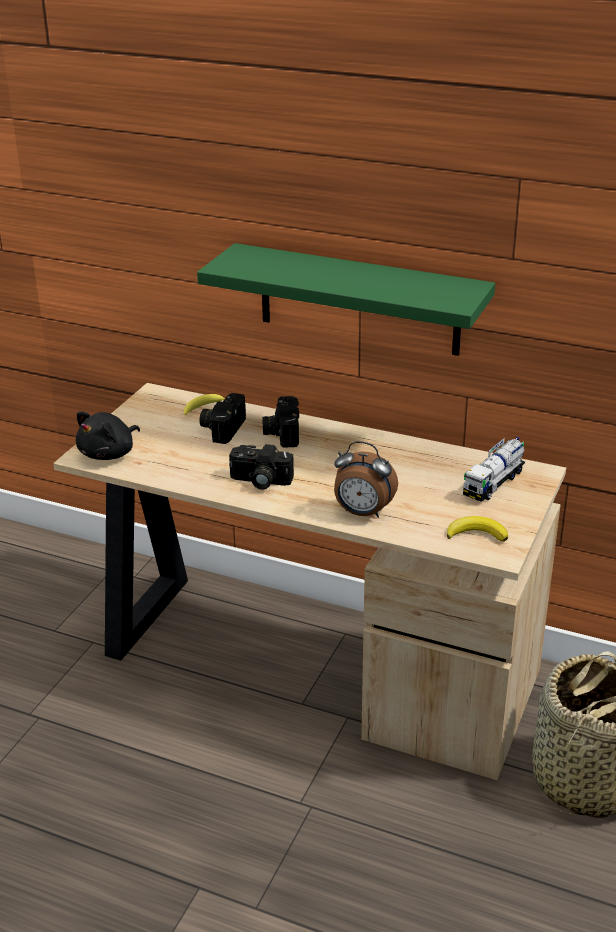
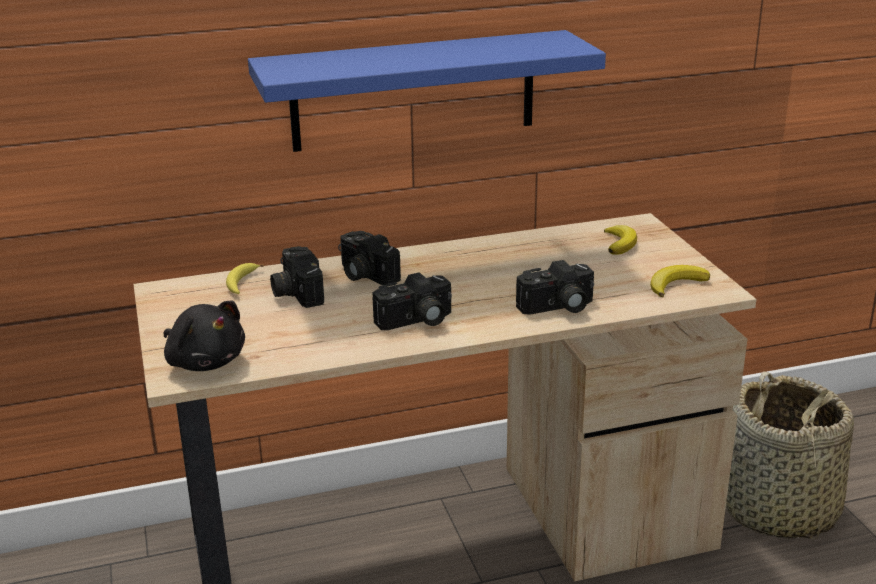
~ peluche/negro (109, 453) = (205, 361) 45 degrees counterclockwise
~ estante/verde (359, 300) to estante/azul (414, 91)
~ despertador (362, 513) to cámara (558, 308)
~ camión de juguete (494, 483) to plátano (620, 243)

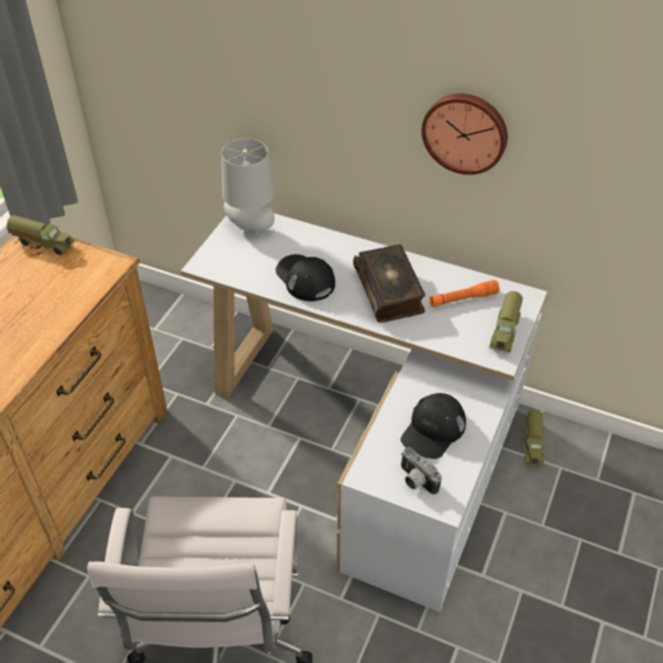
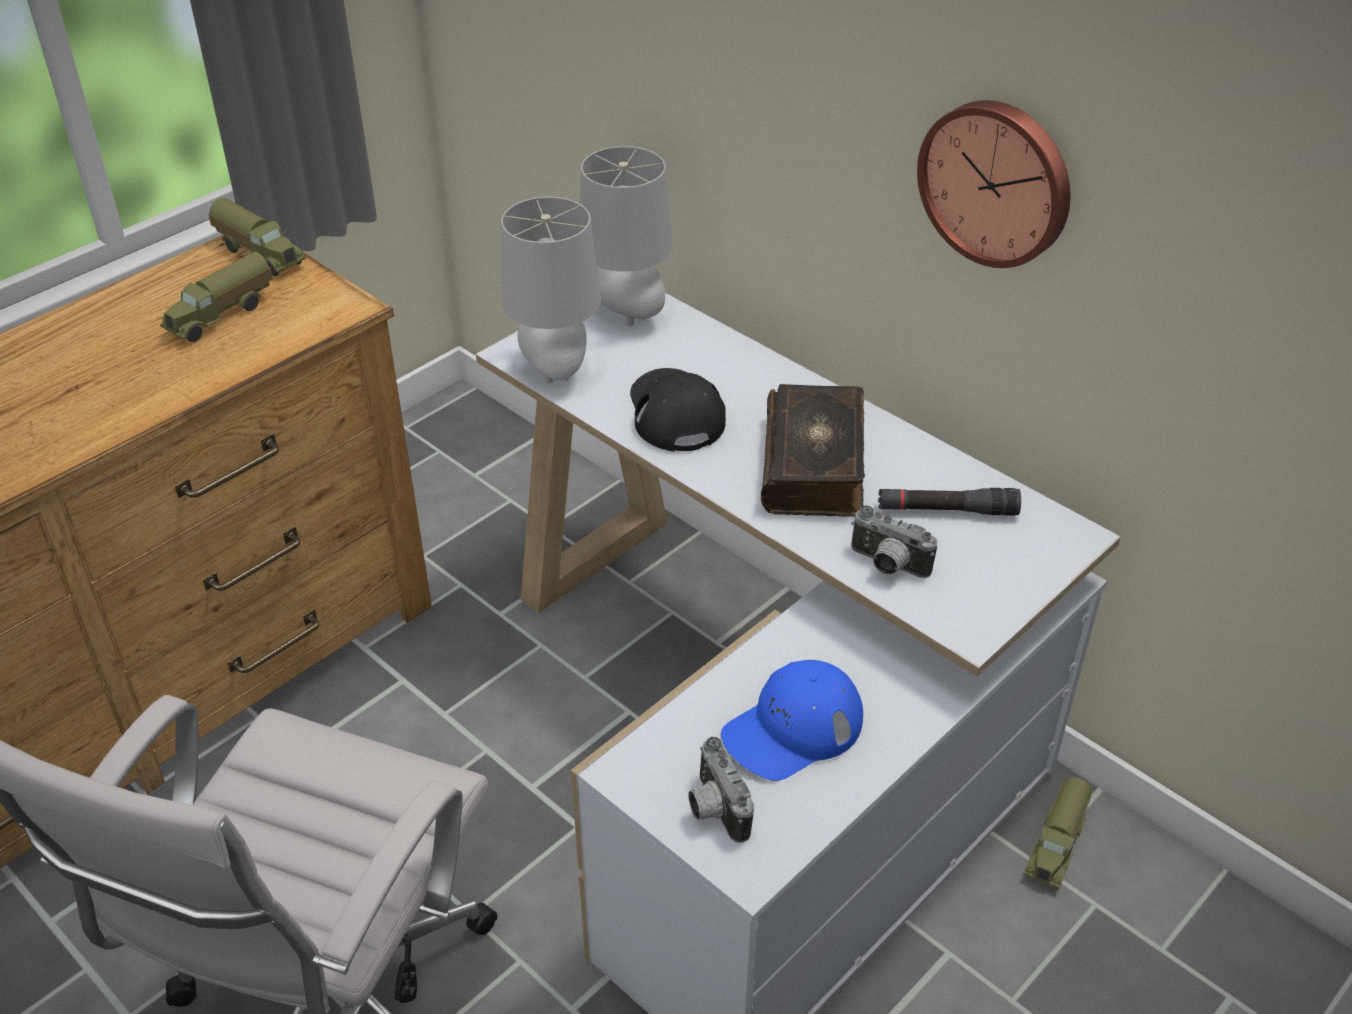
~ camión de juguete (506, 331) to (222, 316)
+ lámpara de mesa/gris (556, 371)
~ gorra/negro (433, 430) to gorra/azul (793, 729)
+ cámara (886, 566)
~ linterna/naranja (463, 299) to linterna/negro (947, 510)

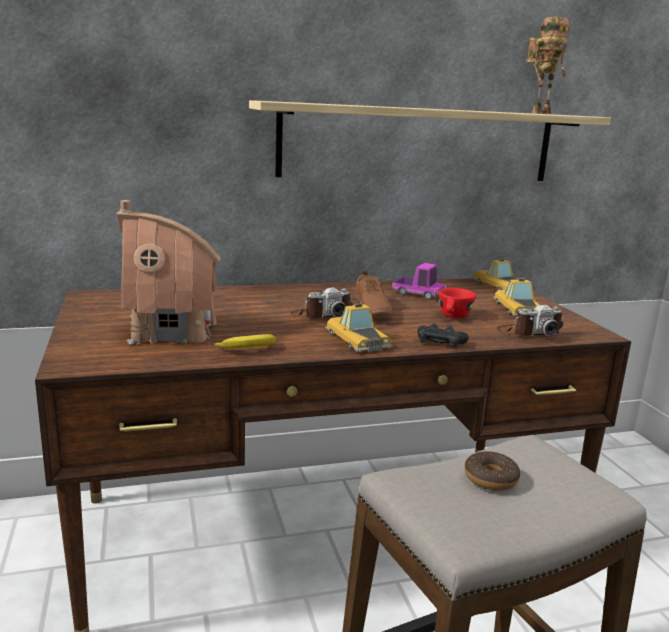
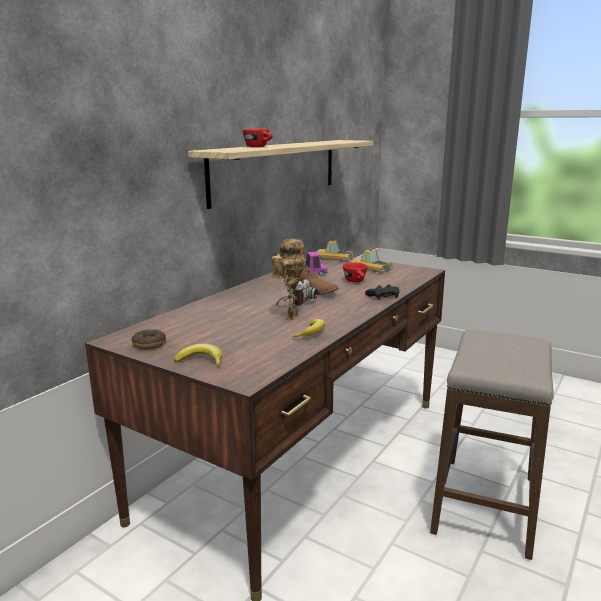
~ rosquilla (490, 478) to (149, 344)
+ plátano (201, 360)
+ taza/rojo (259, 147)
~ robot de juguete (540, 113) to (290, 316)
- casita (171, 331)
- coche de juguete (357, 339)
- cámara (529, 332)

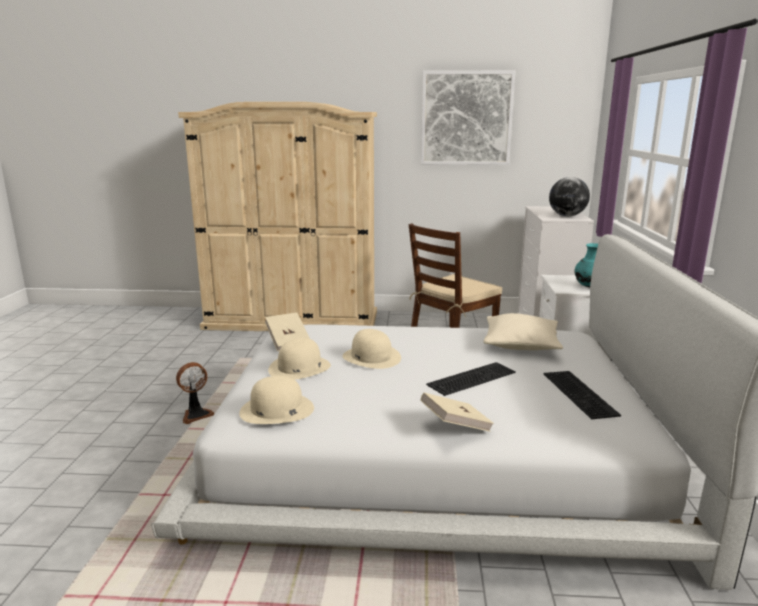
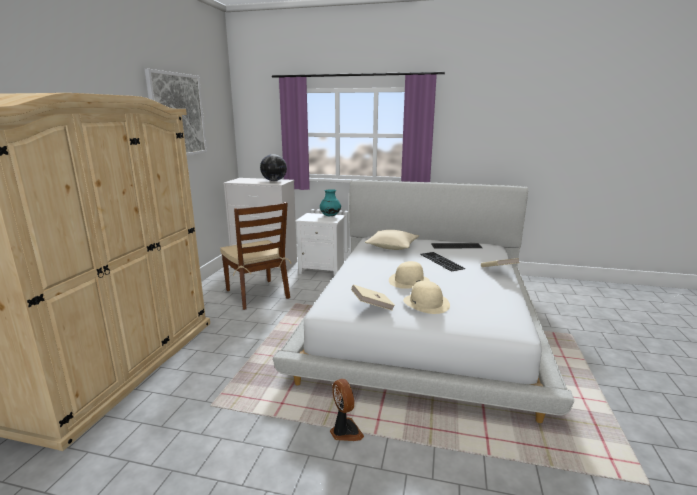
- sombrero/beis (276, 410)

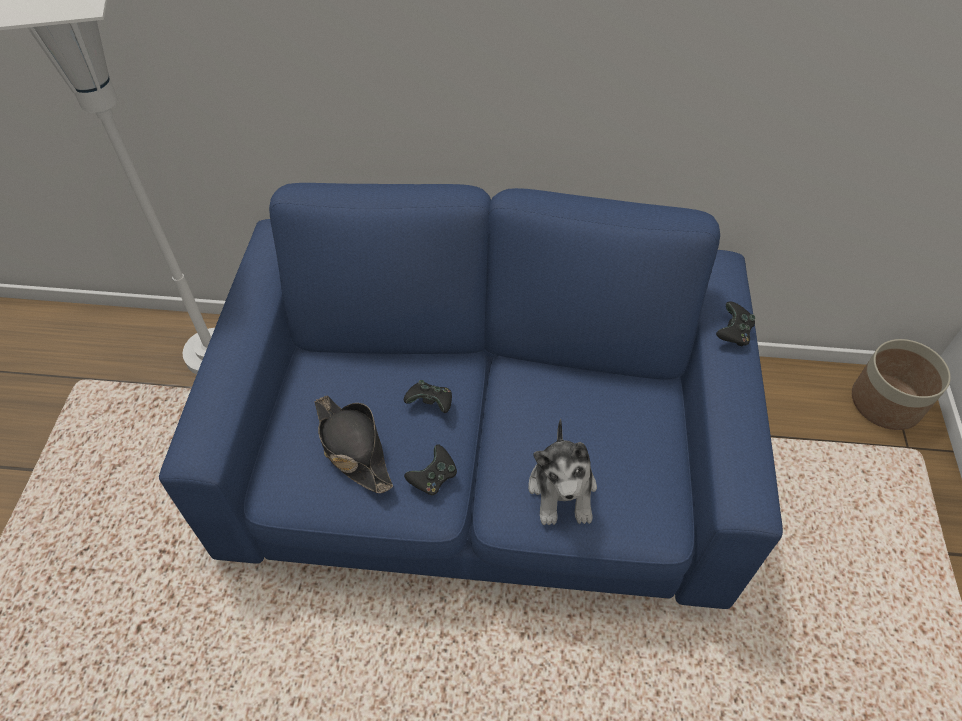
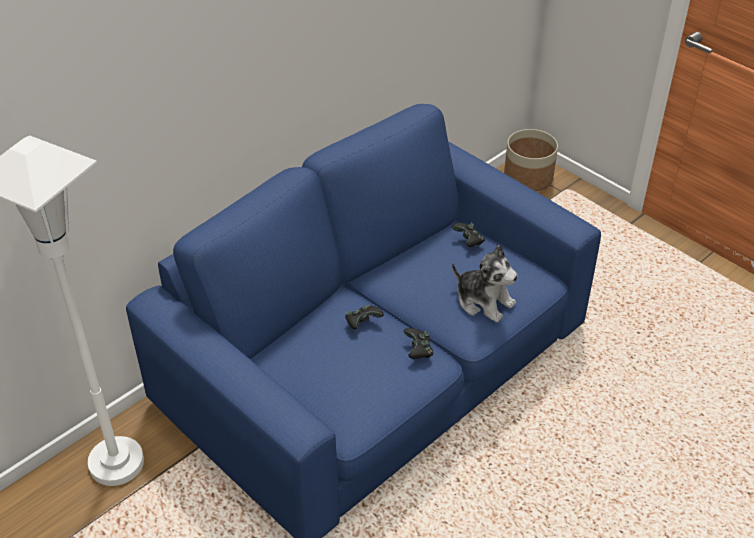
~ mando de consola/negro (733, 333) to (469, 241)
- sombrero/negro (352, 447)

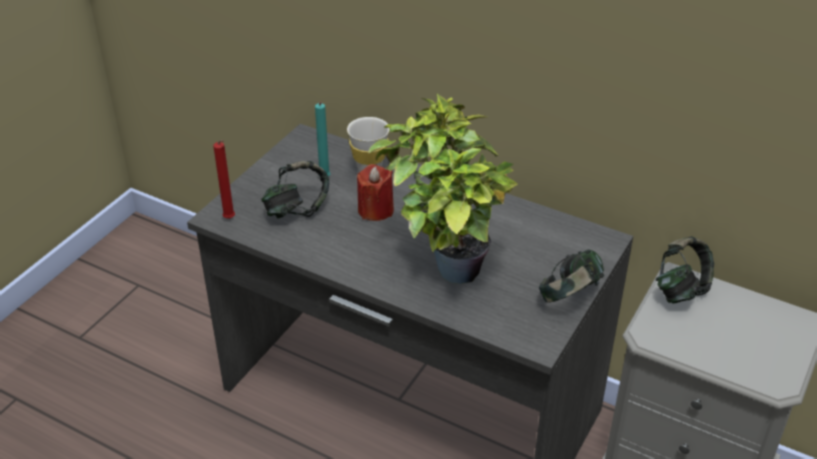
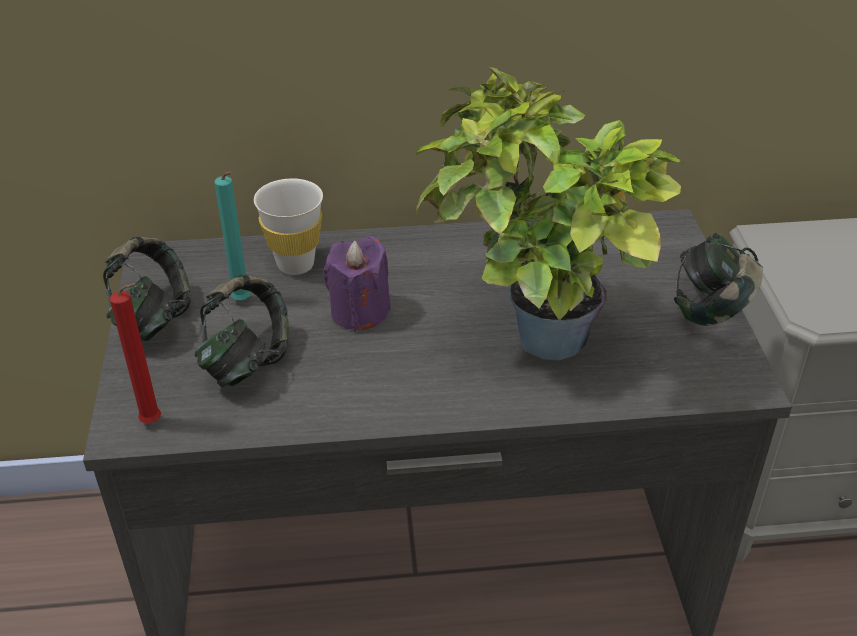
~ auriculares (681, 290) to (152, 318)
~ vela/rojo (375, 210) to vela/morado (359, 312)

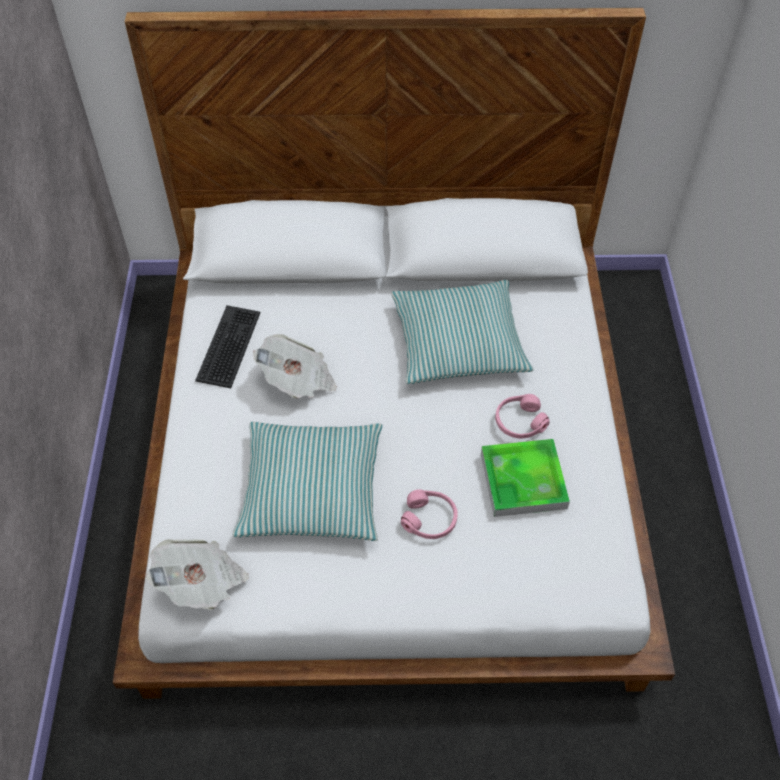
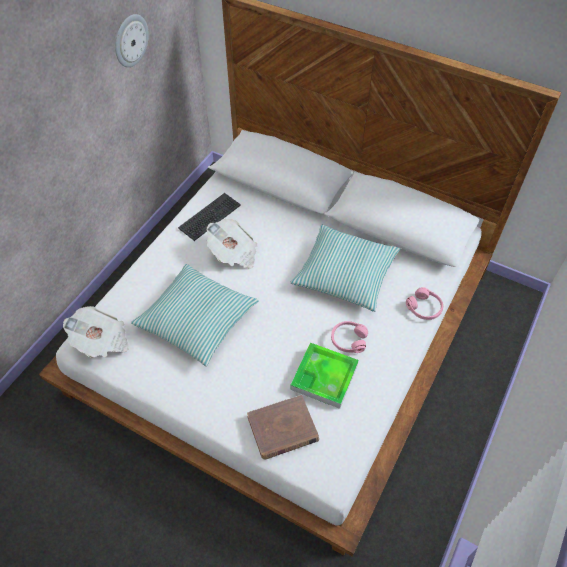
+ reloj de pared (130, 40)
+ libro/marrón (282, 429)
~ auriculares/rosa (429, 519) to (424, 308)

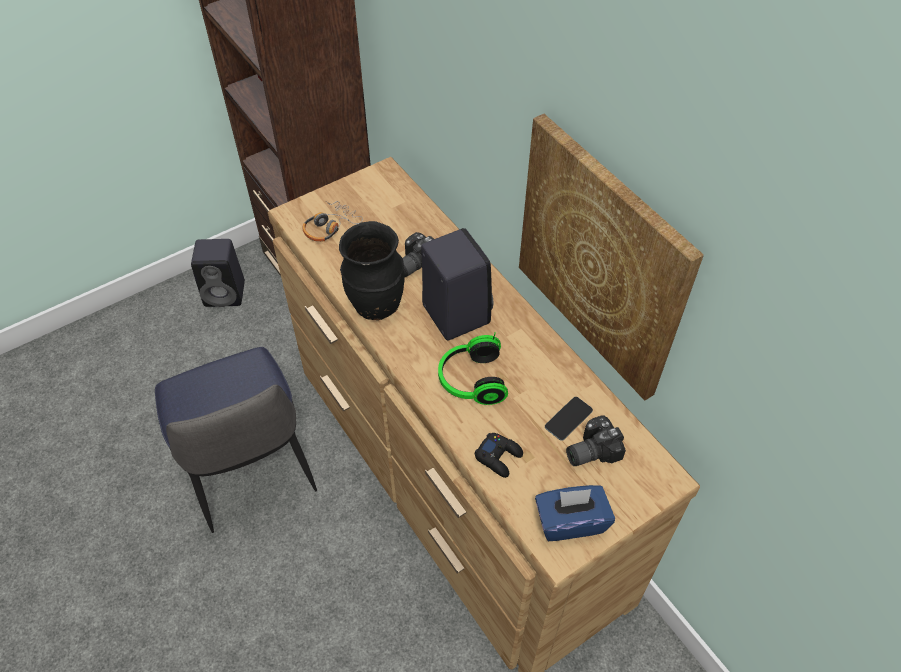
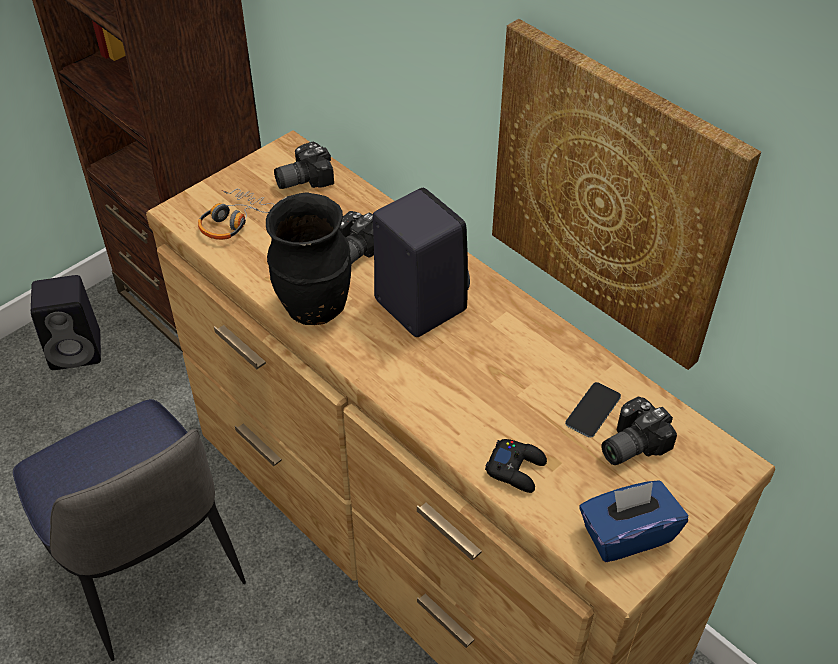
+ cámara (302, 178)
- auriculares (471, 380)

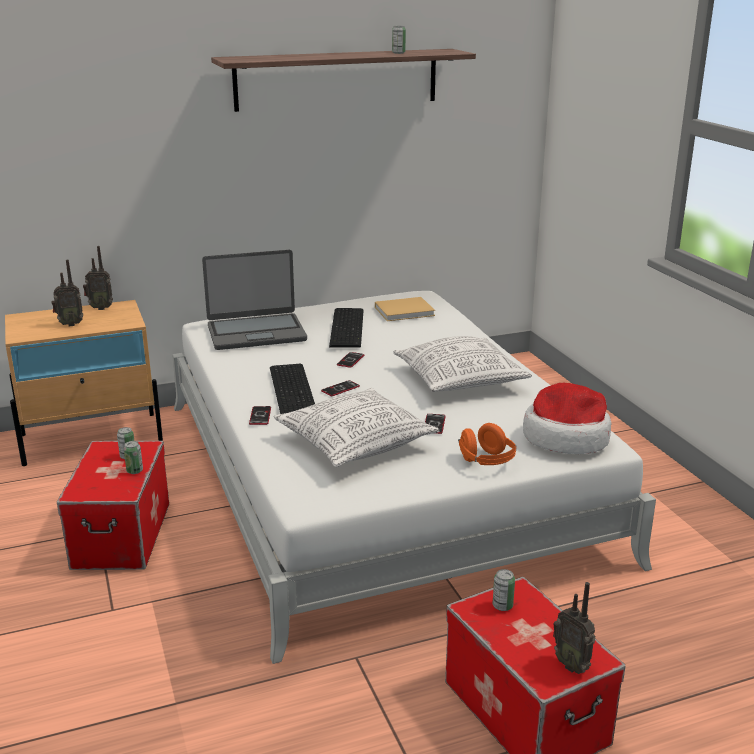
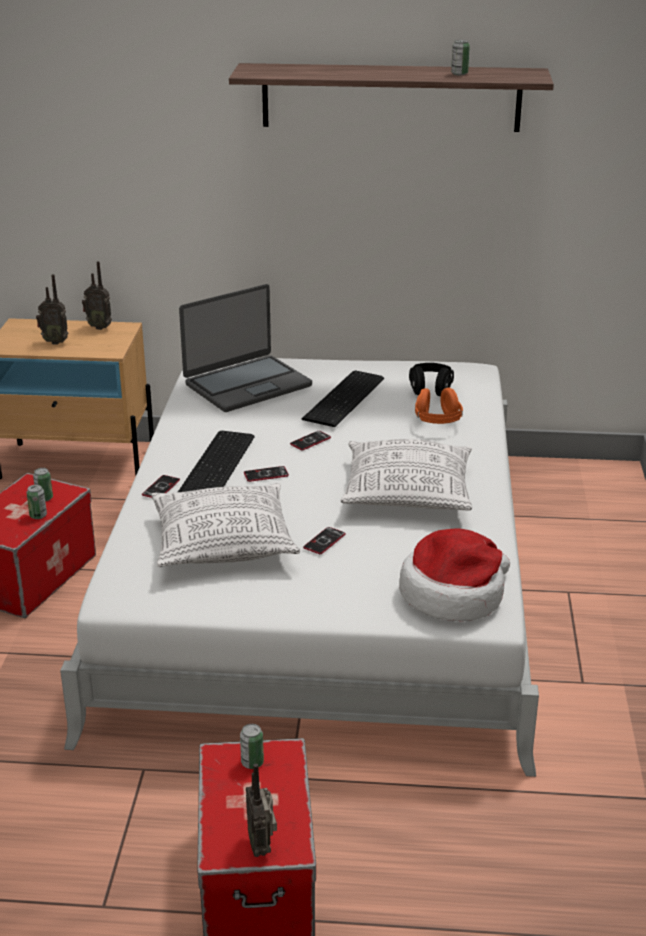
~ portátil (256, 333) = (247, 384) 45 degrees counterclockwise
~ libro/beis (406, 311) to auriculares/negro (430, 389)
~ auriculares/naranja (486, 461) to (437, 421)

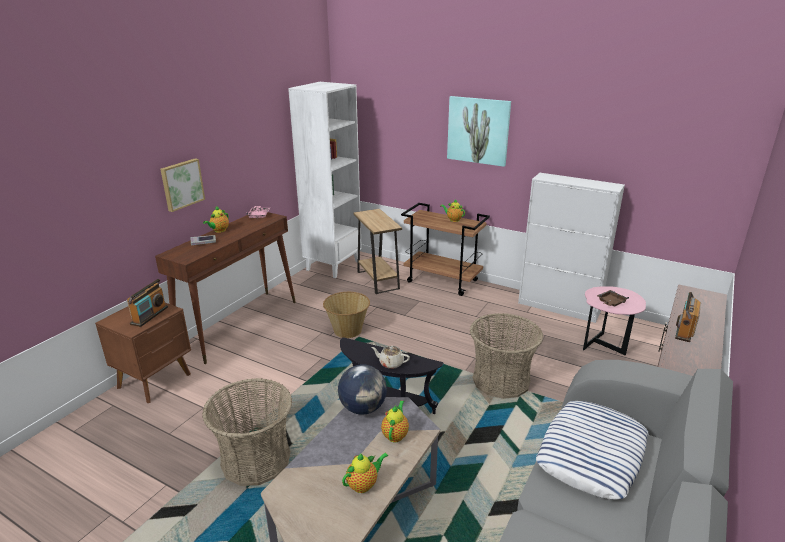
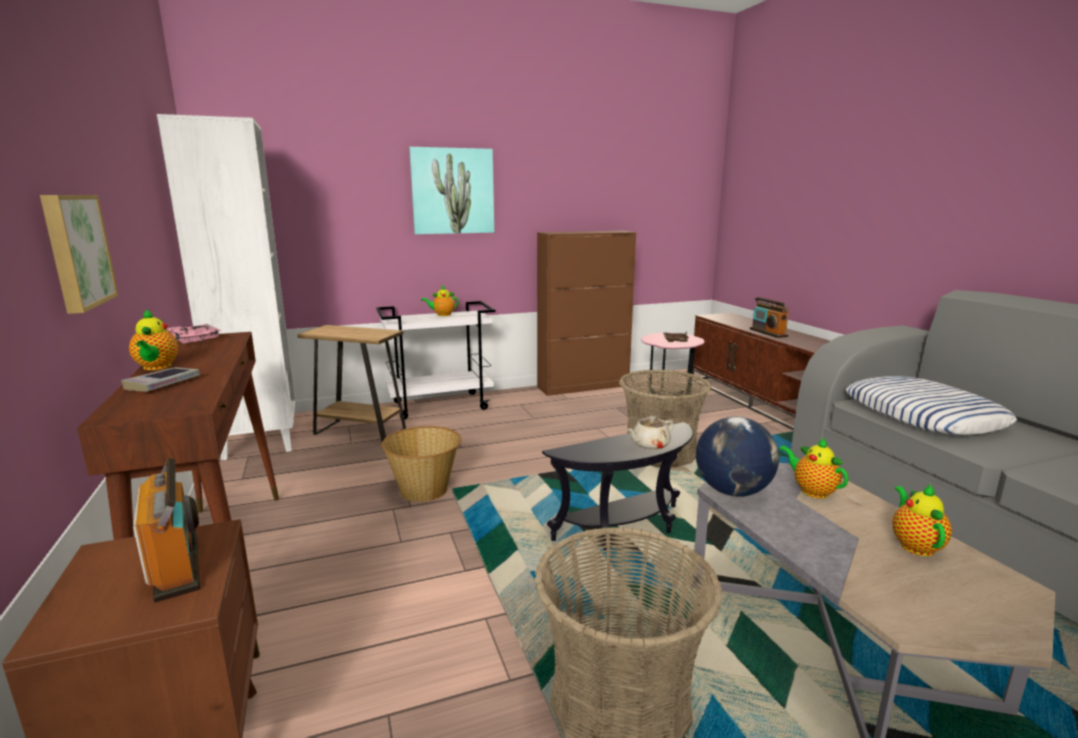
~ carrito/marrón (443, 281) to carrito/blanco (441, 405)
~ armario/blanco (559, 307) to armario/marrón (584, 386)

